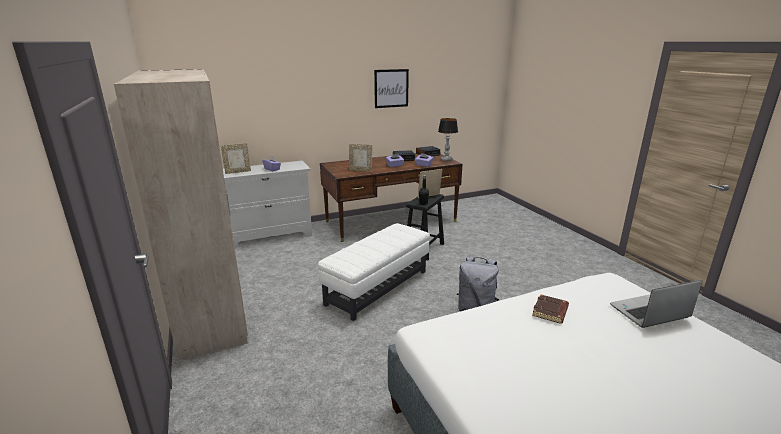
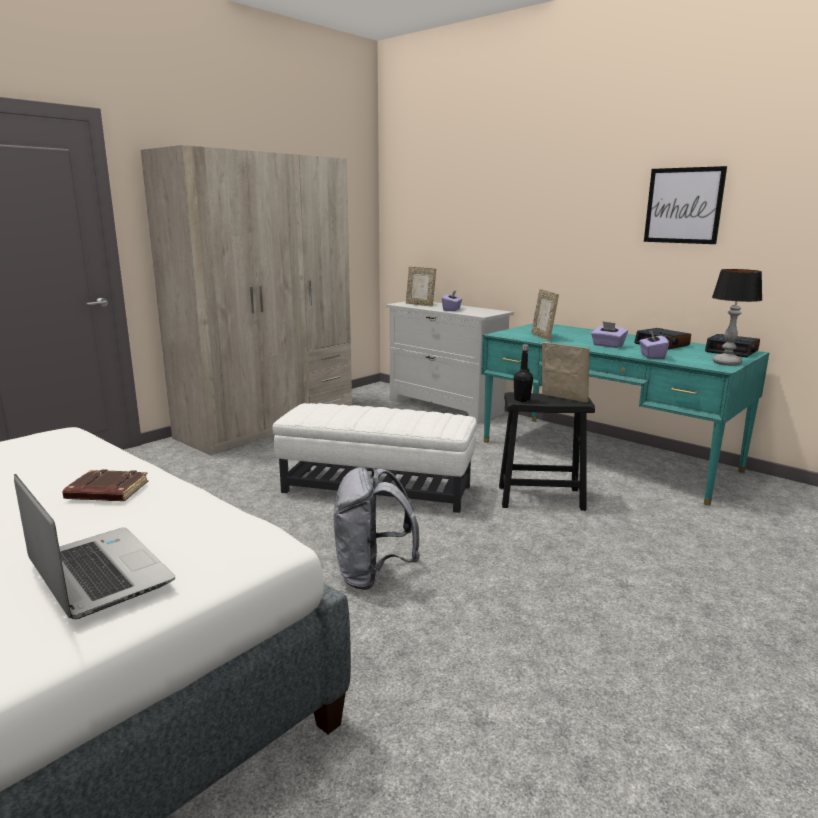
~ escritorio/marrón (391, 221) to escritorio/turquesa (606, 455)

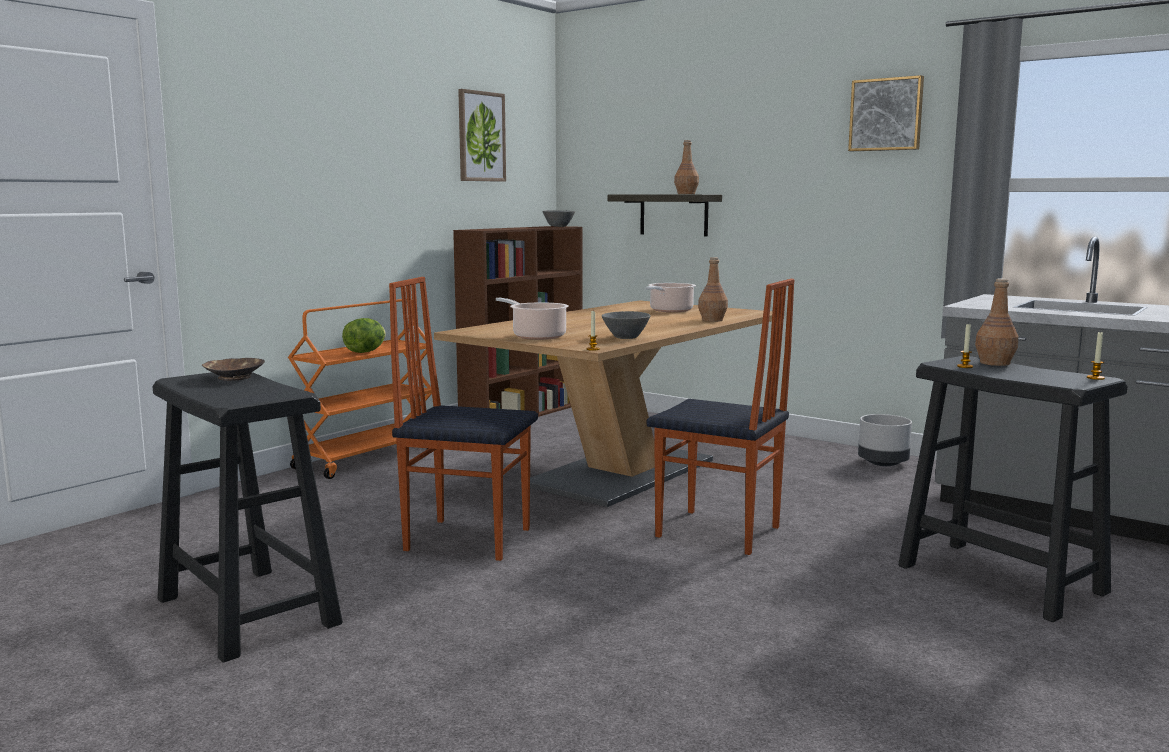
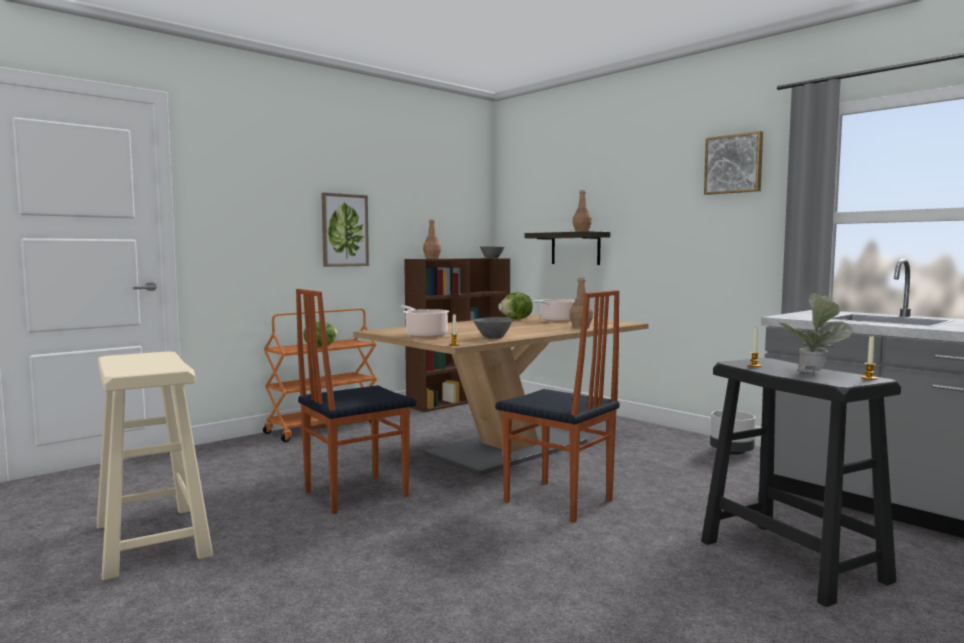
~ taburete/negro (247, 611) to taburete/beis (152, 540)
~ silla (467, 538) = (354, 494) 60 degrees counterclockwise
~ cuadro (481, 136) to (344, 230)
~ botella/marrón (994, 363) to (432, 258)
+ lechuga (516, 319)
+ planta en maceta (814, 374)
- cuenco/marrón (234, 377)

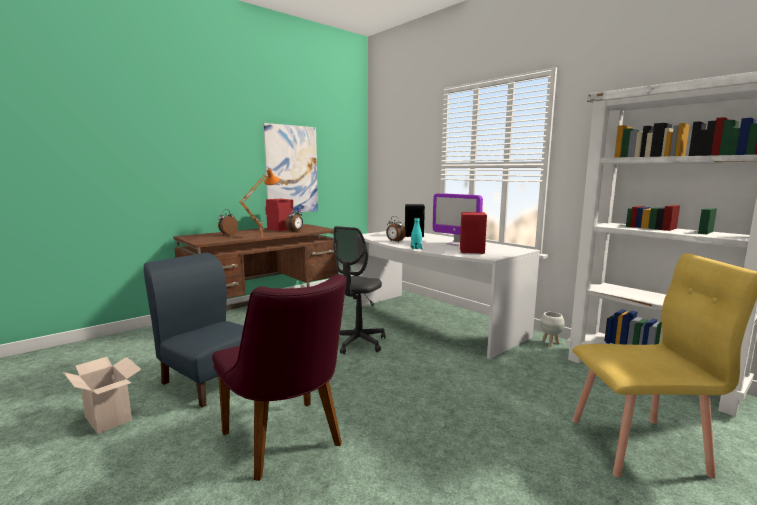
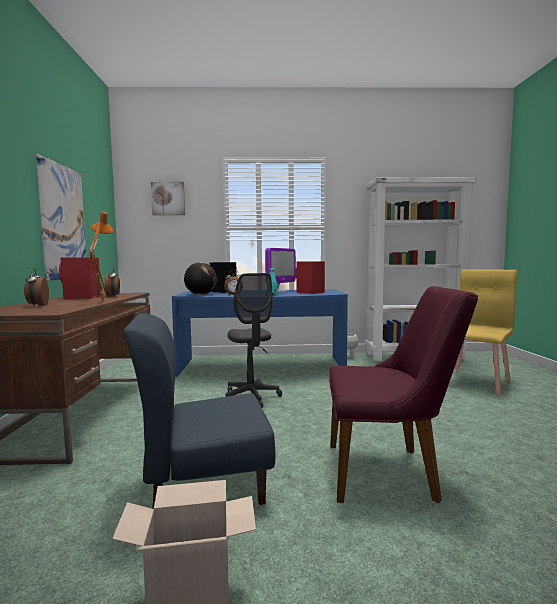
+ cuadro (168, 198)
~ escritorio/blanco (432, 321) to escritorio/azul (261, 367)
+ globo terráqueo (200, 295)
~ monitor (456, 244) = (280, 291) 45 degrees counterclockwise

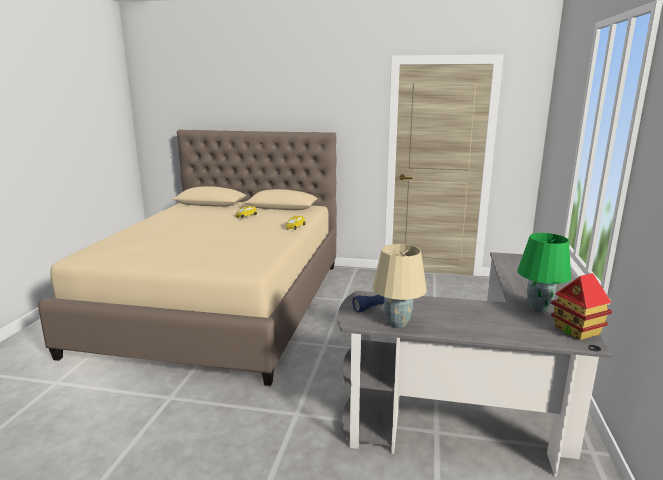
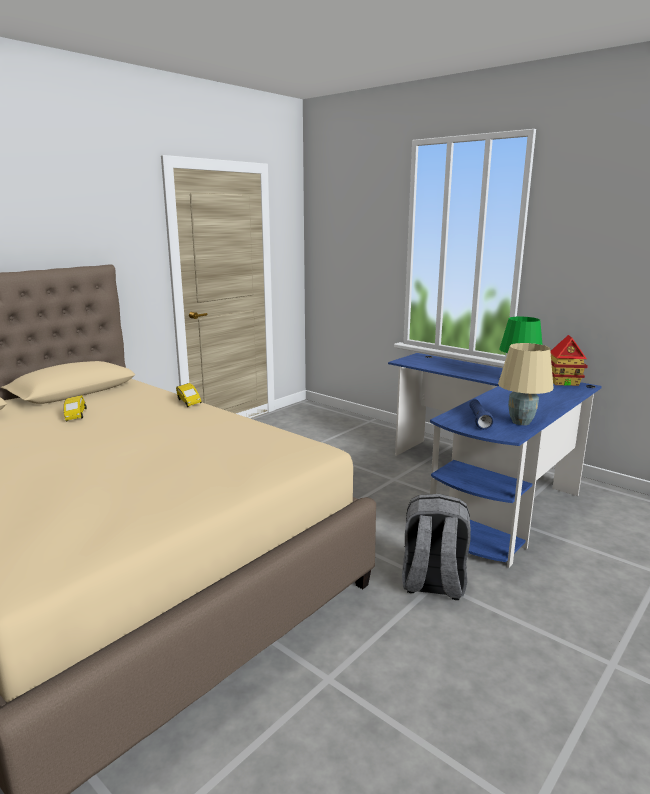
~ escritorio/gris (478, 408) to escritorio/azul (485, 491)
+ mochila/gris (432, 584)

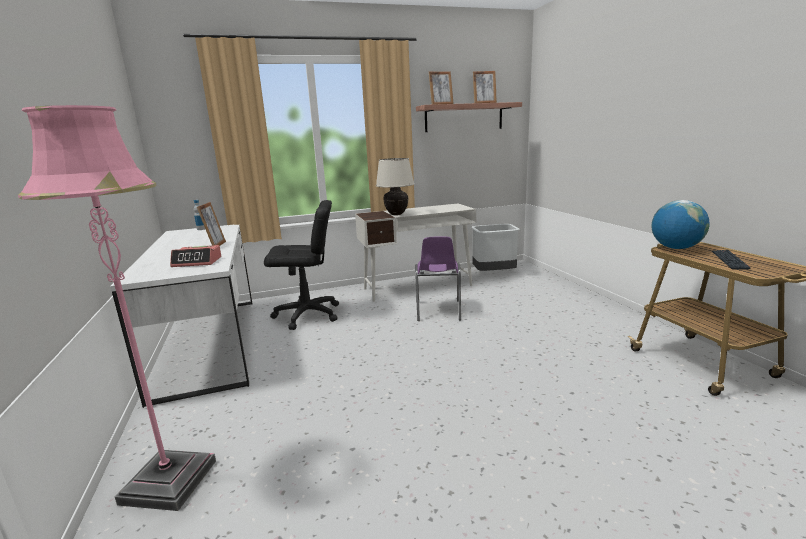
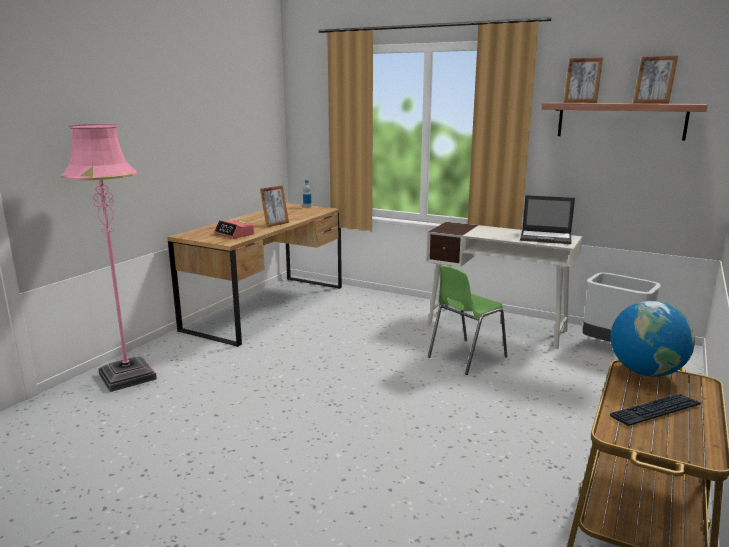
~ escritorio/blanco (210, 342) to escritorio/marrón (268, 307)
~ silla/morado (438, 311) to silla/verde (465, 357)
+ portátil (546, 237)
- silla de oficina/negro (307, 315)
- lámpara de mesa/beis (396, 214)

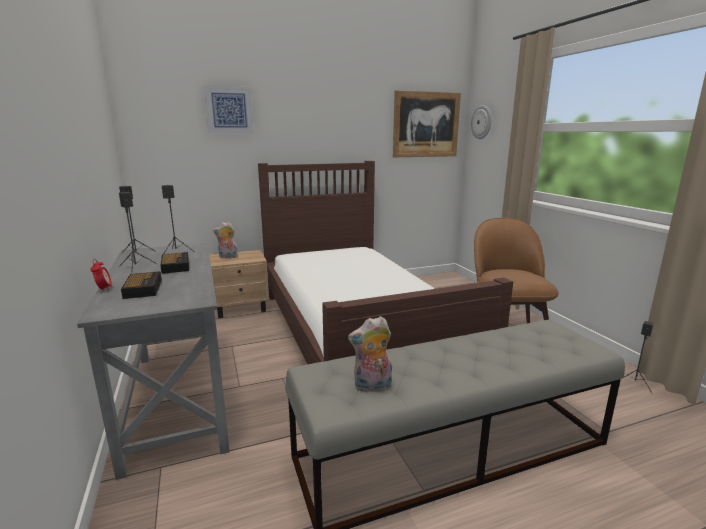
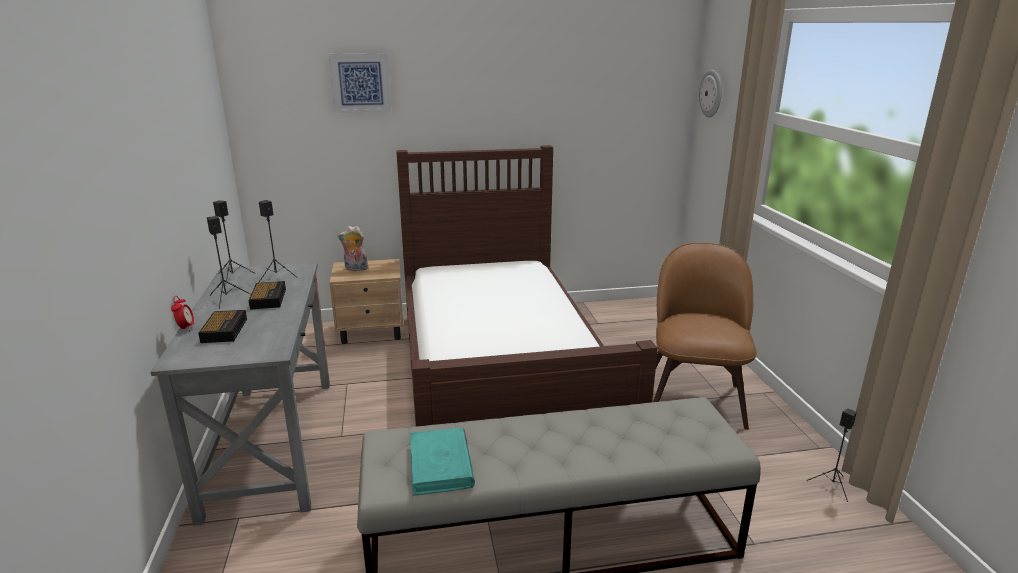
~ peluche (372, 387) to libro/turquesa (440, 465)
- cuadro (426, 125)

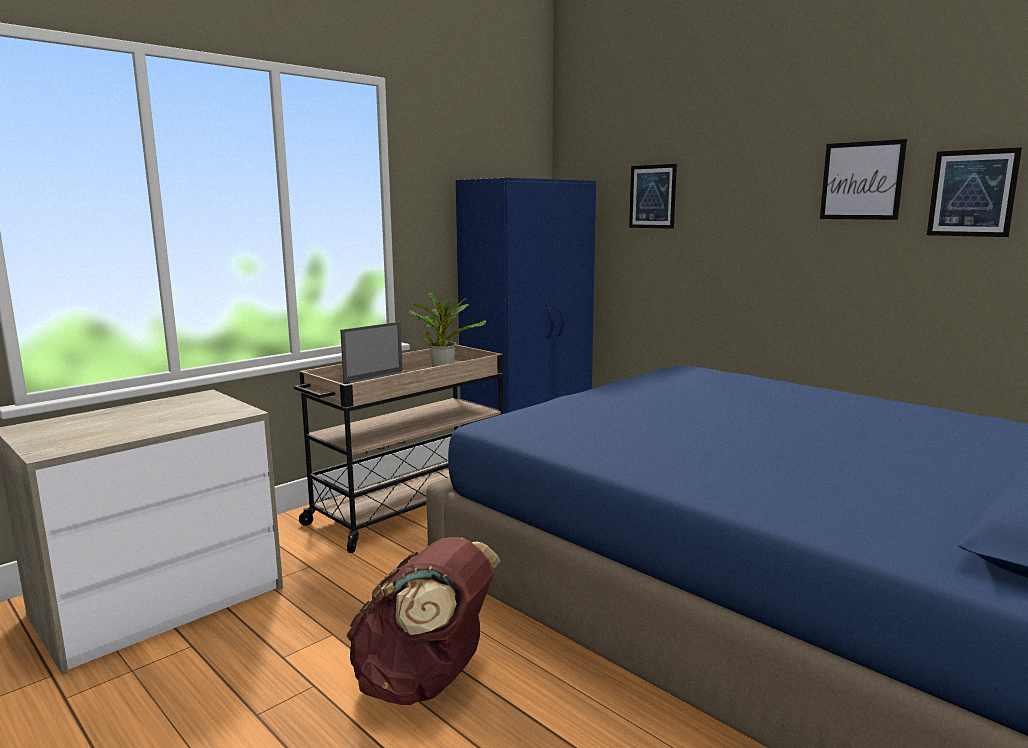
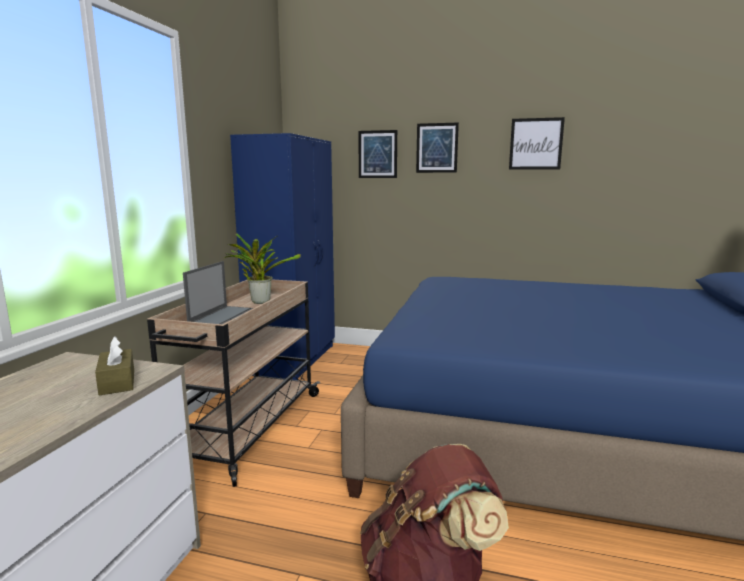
+ caja de pañuelos/marrón (117, 382)
~ cuadro (972, 193) to (437, 148)

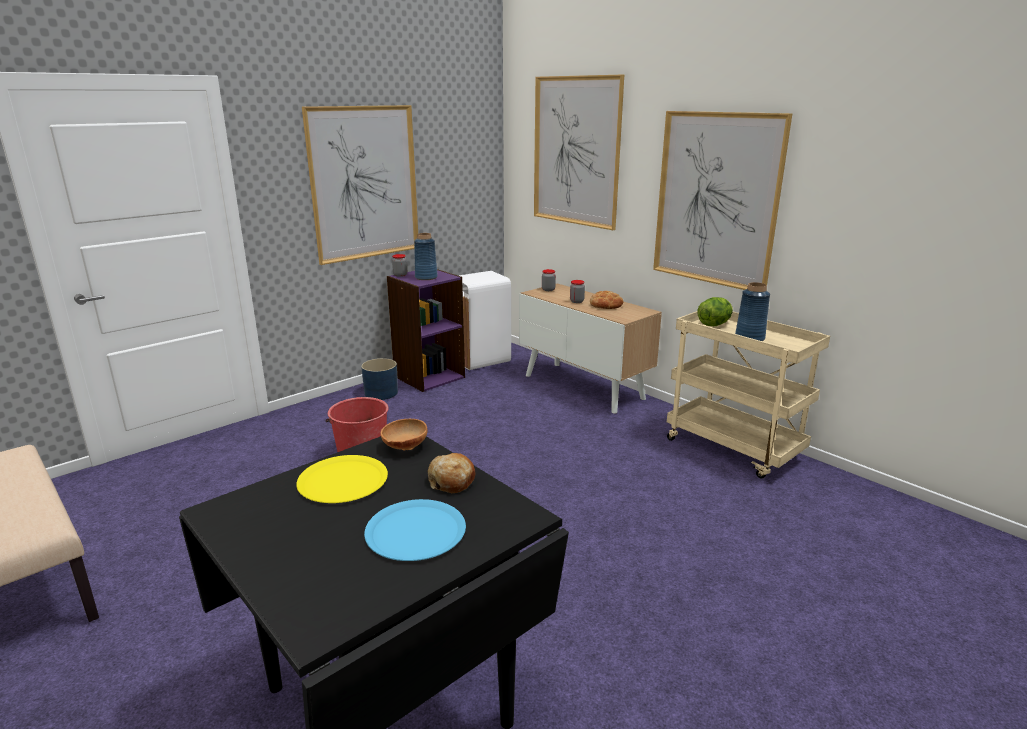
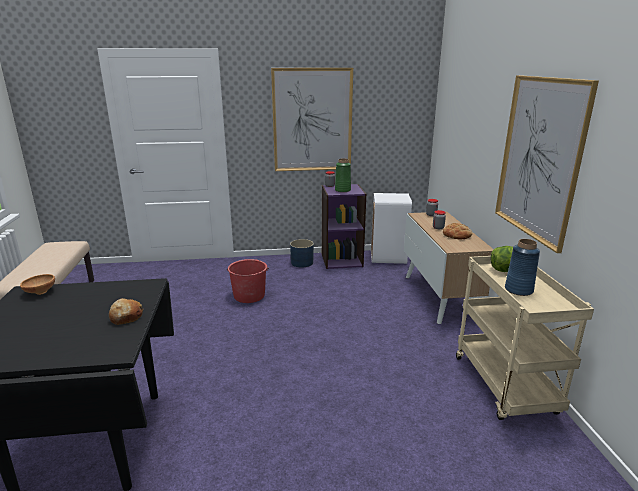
~ cuenco/marrón (404, 447) to (40, 292)
~ florero/azul (426, 277) to florero/verde (342, 190)
- plato/amarillo (343, 480)
- plato/azul (415, 531)
- cuadro (576, 151)

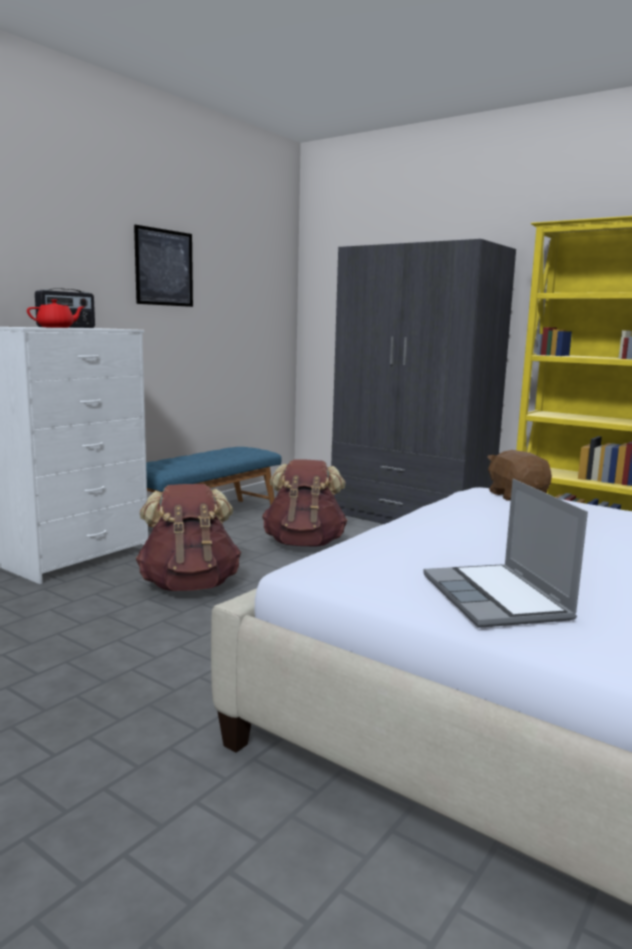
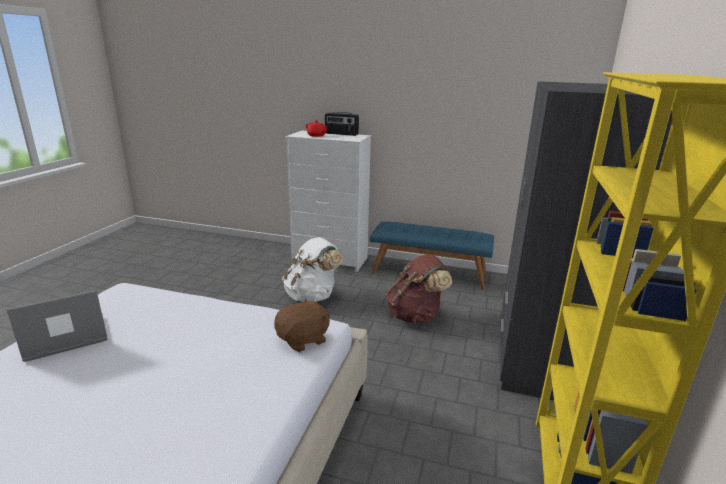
~ mochila/marrón (189, 585) to mochila/blanco (312, 296)
- cuadro (164, 267)

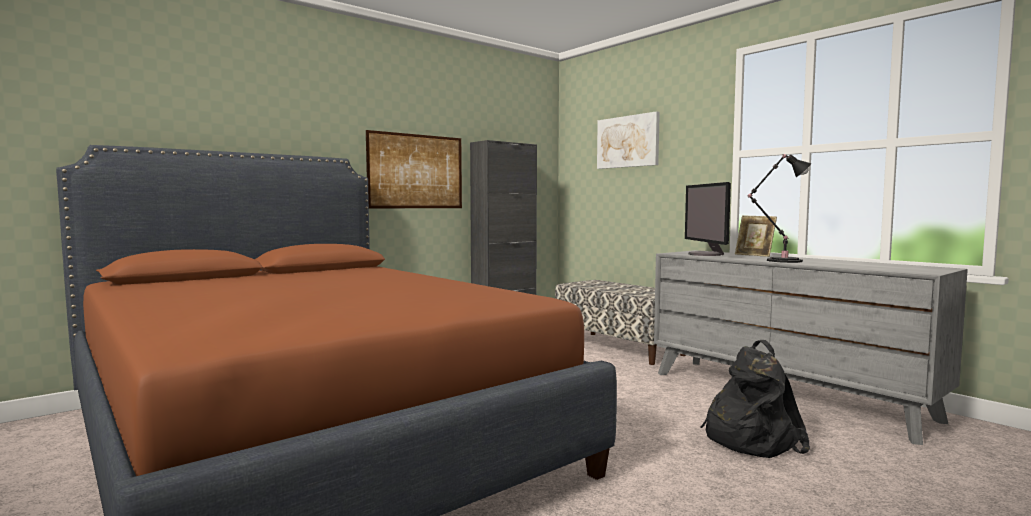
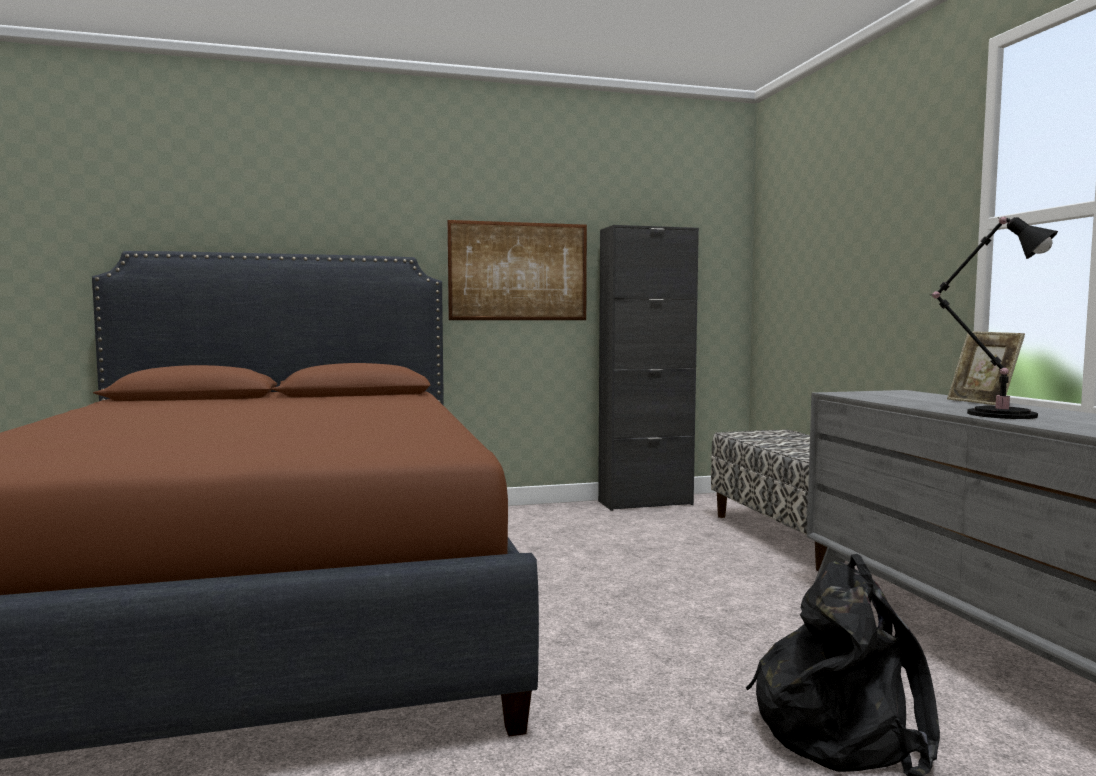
- cuadro (628, 141)
- monitor (706, 254)

